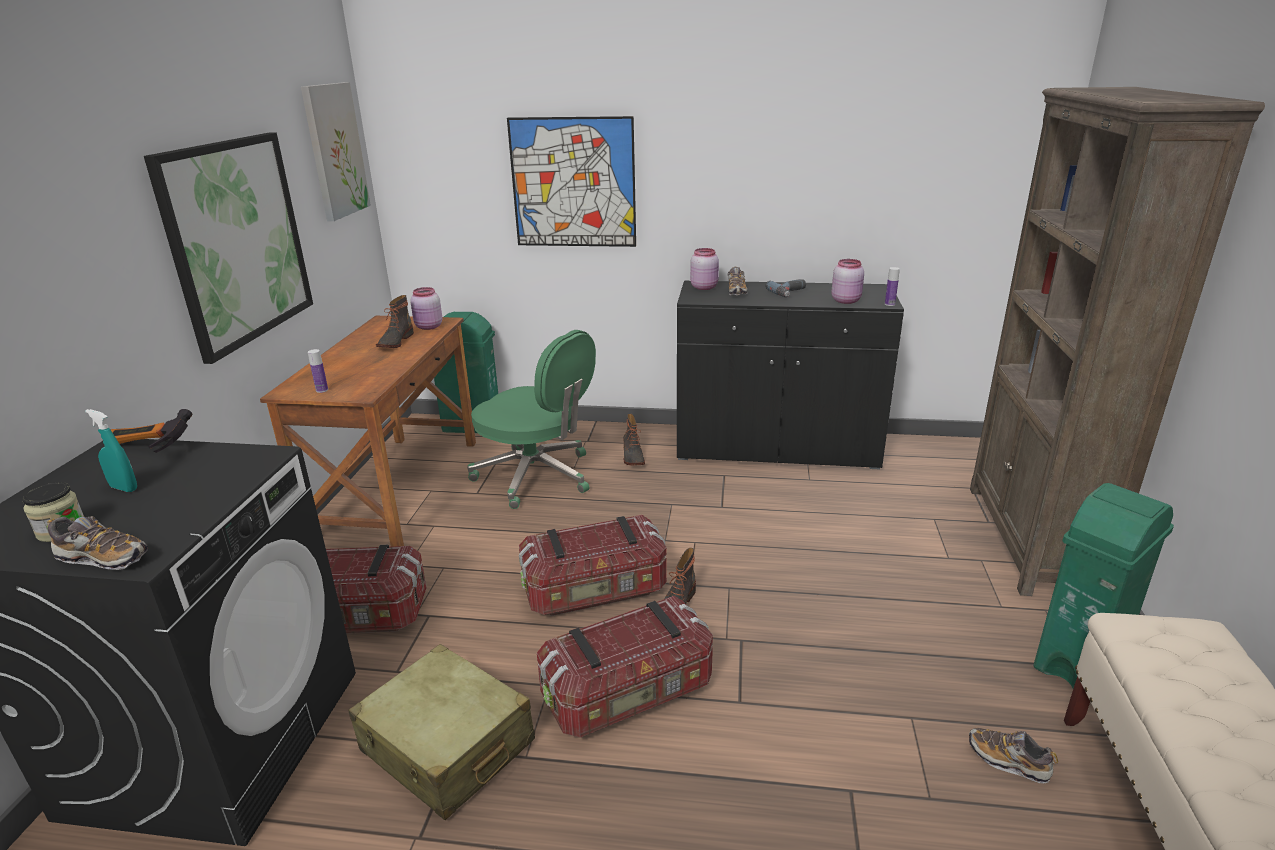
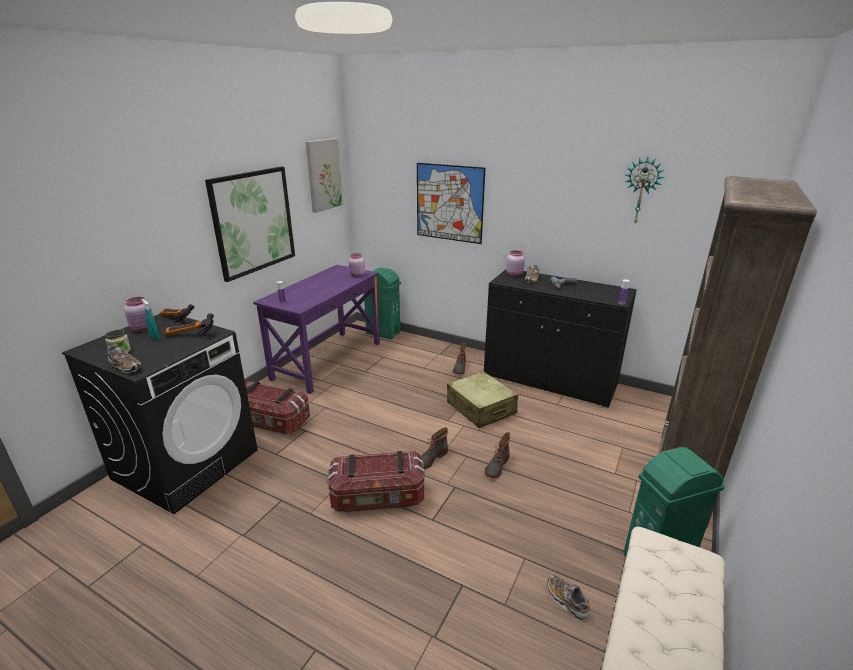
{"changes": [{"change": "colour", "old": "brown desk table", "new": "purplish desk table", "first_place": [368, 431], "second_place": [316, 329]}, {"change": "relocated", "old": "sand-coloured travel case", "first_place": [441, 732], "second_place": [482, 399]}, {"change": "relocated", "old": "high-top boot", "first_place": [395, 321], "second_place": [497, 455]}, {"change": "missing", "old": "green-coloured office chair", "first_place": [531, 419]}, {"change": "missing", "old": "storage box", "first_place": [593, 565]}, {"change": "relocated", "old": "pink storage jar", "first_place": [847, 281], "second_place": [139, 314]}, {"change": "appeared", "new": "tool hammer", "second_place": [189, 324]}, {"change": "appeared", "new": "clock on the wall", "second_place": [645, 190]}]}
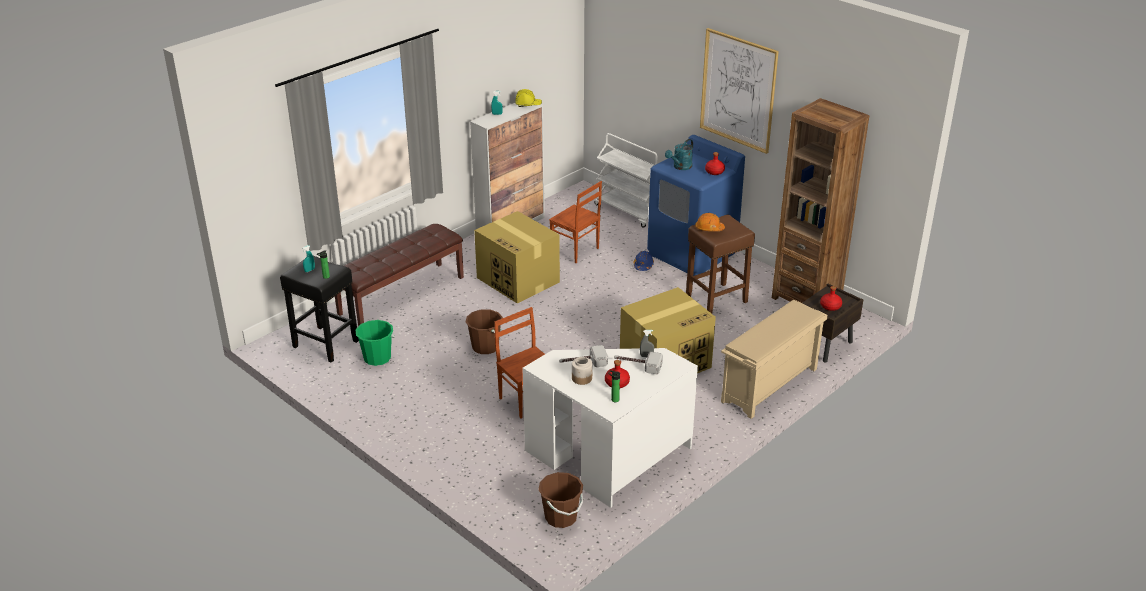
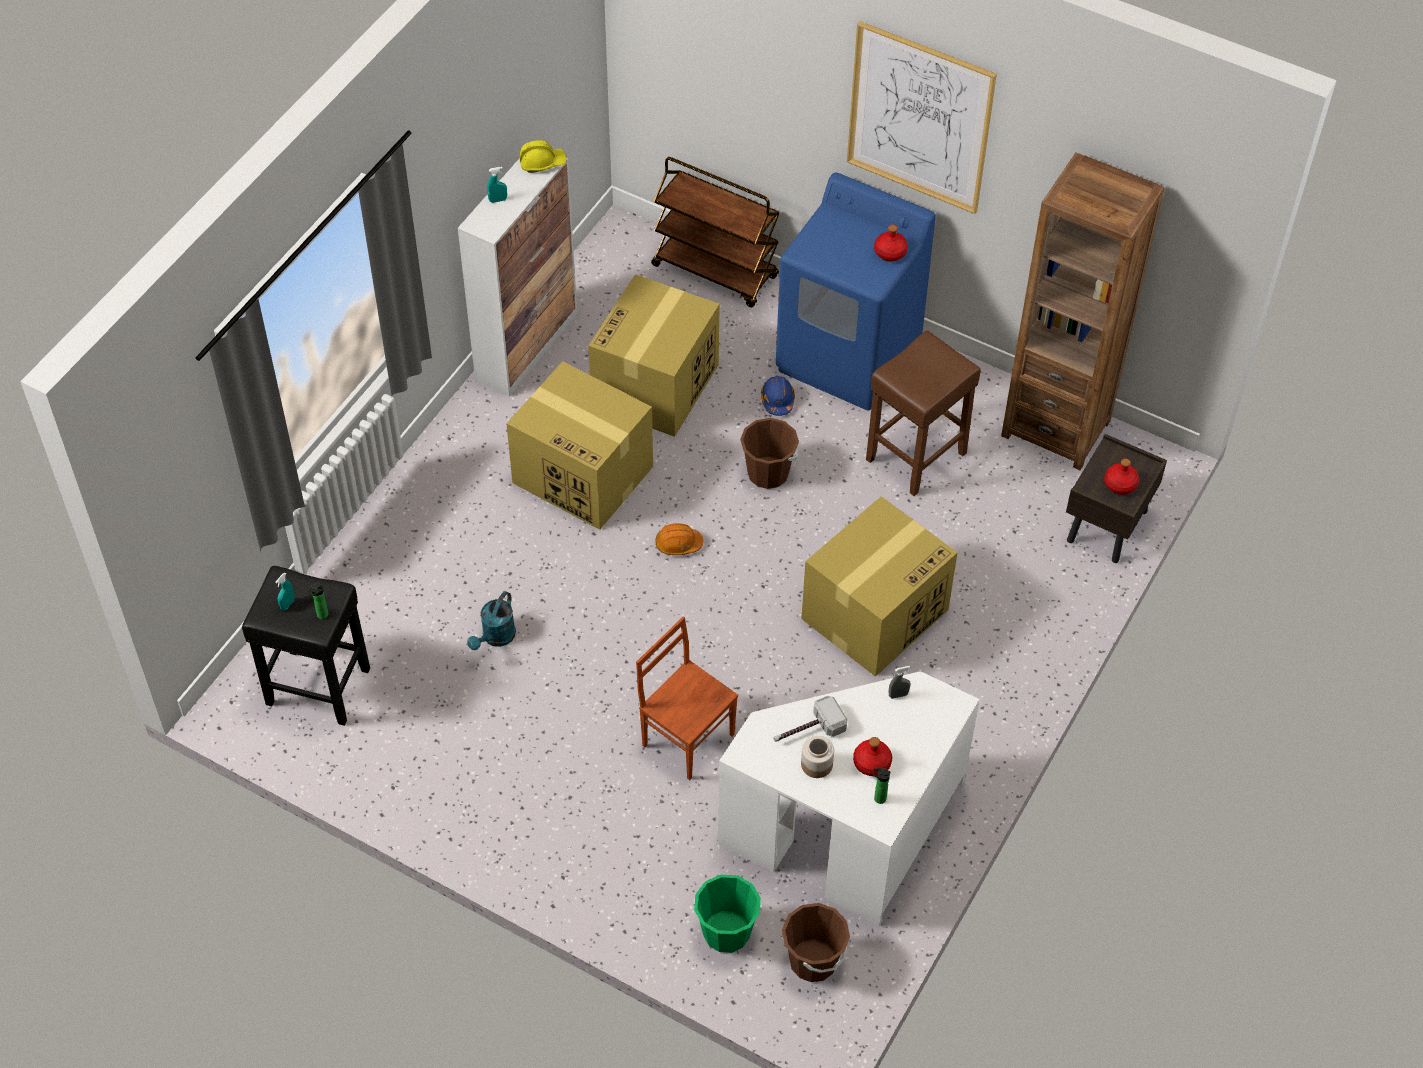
{"changes": [{"change": "missing", "old": "brown long seat", "first_place": [399, 275]}, {"change": "relocated", "old": "green-coloured water bucket", "first_place": [375, 343], "second_place": [727, 914]}, {"change": "relocated", "old": "brown water bucket", "first_place": [484, 331], "second_place": [769, 453]}, {"change": "exchanged", "old": "brown upright chair", "new": "cardboard box", "first_place": [575, 222], "second_place": [654, 355]}, {"change": "colour", "old": "whitish trolley", "new": "brown trolley", "first_place": [625, 180], "second_place": [715, 232]}, {"change": "missing", "old": "tool hammer", "first_place": [638, 363]}, {"change": "relocated", "old": "blue-green watering can", "first_place": [679, 154], "second_place": [491, 620]}, {"change": "relocated", "old": "orangey safety helmet", "first_place": [710, 222], "second_place": [679, 539]}, {"change": "missing", "old": "sand-coloured shoe shelf", "first_place": [774, 359]}]}
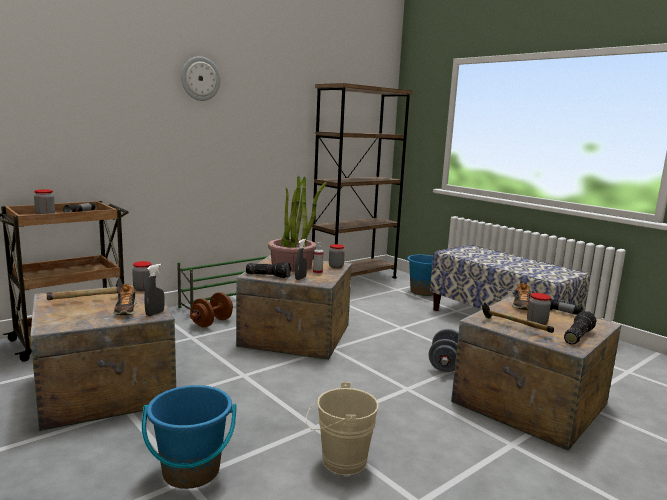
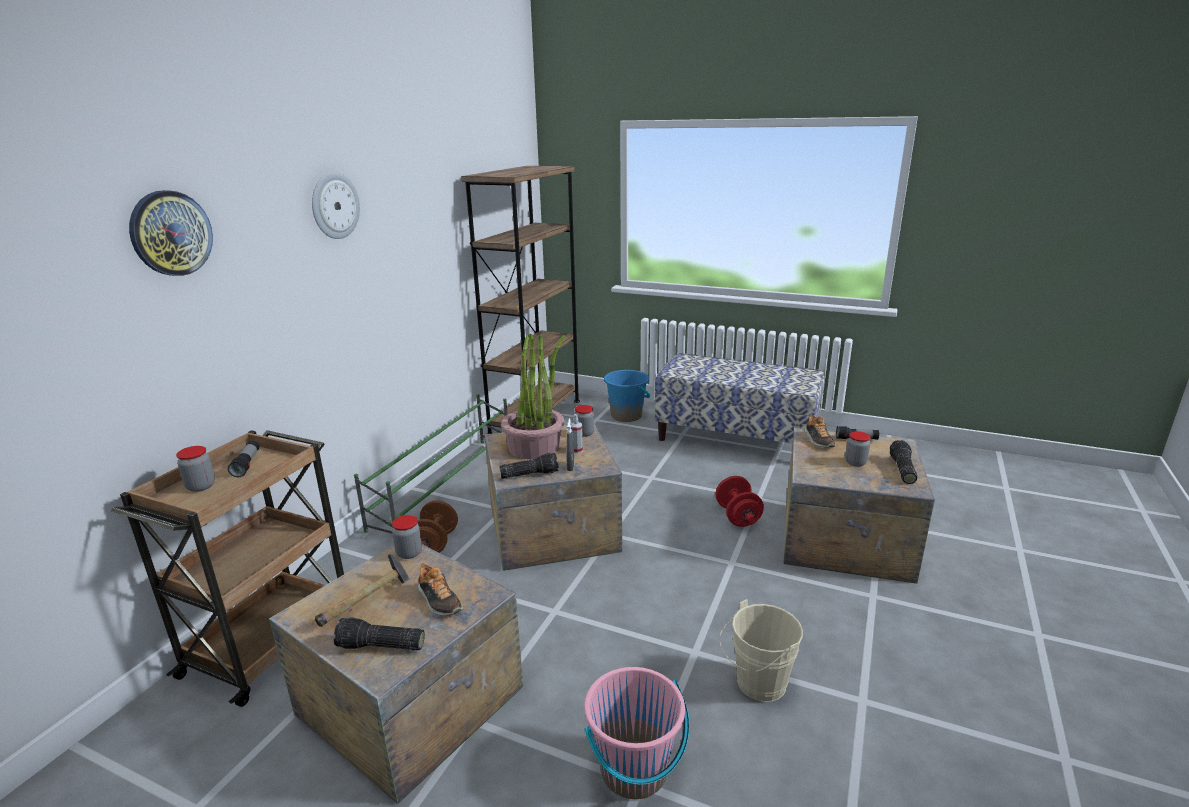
{"changes": [{"change": "colour", "old": "blue-coloured water bucket", "new": "pink water bucket", "first_place": [189, 437], "second_place": [636, 733]}, {"change": "missing", "old": "greyish spray bottle", "first_place": [154, 290]}, {"change": "colour", "old": "greyish hand weight", "new": "red hand weight", "first_place": [444, 350], "second_place": [739, 501]}, {"change": "missing", "old": "tool hammer", "first_place": [518, 317]}, {"change": "appeared", "new": "clock on the wall", "second_place": [171, 233]}, {"change": "appeared", "new": "flashlight", "second_place": [379, 634]}]}
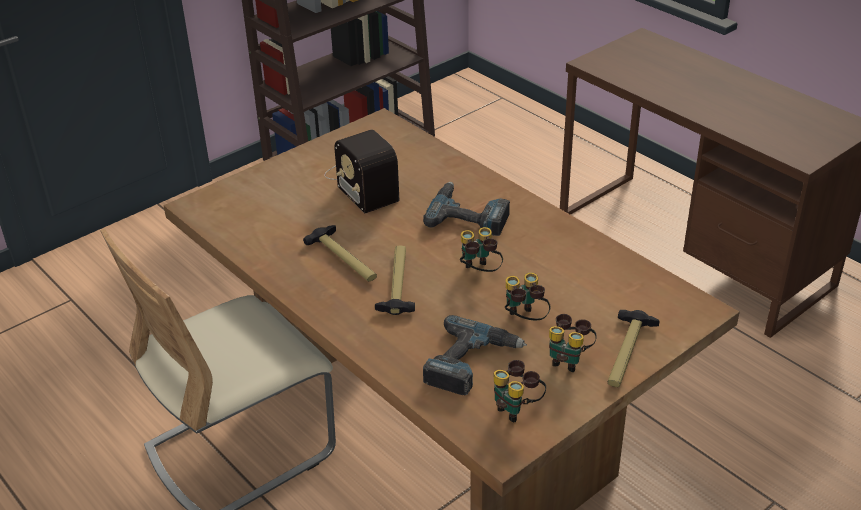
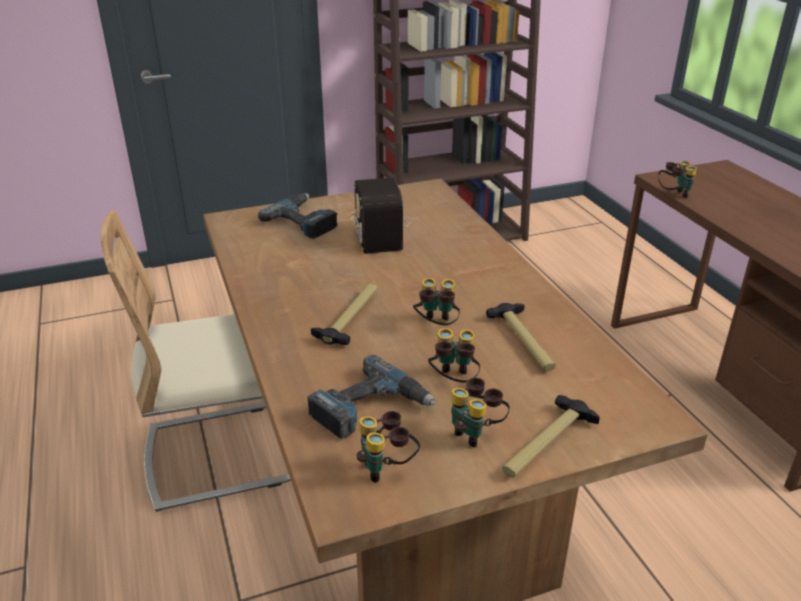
{"changes": [{"change": "relocated", "old": "tool hammer", "first_place": [340, 253], "second_place": [521, 337]}, {"change": "relocated", "old": "drill", "first_place": [466, 209], "second_place": [298, 216]}, {"change": "appeared", "new": "pair of binoculars", "second_place": [677, 179]}]}
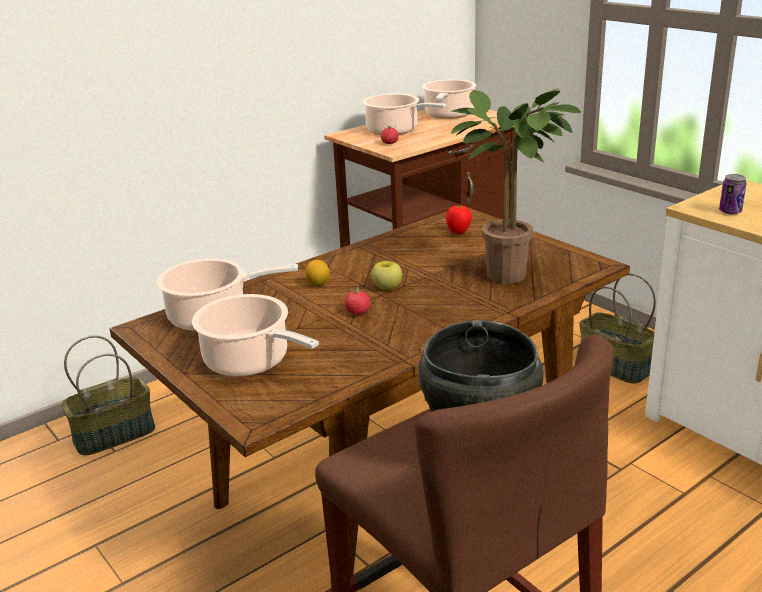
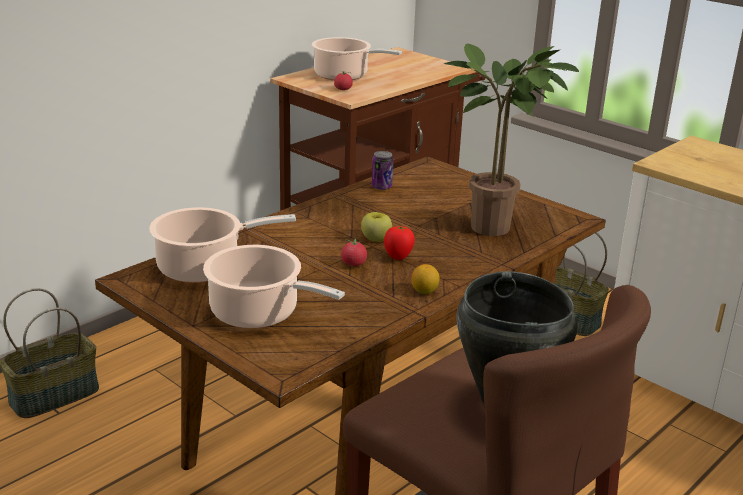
{"changes": [{"change": "relocated", "old": "whole lemon", "first_place": [317, 273], "second_place": [425, 279]}, {"change": "missing", "old": "cooking pot", "first_place": [449, 99]}, {"change": "relocated", "old": "tomato", "first_place": [459, 219], "second_place": [399, 243]}, {"change": "relocated", "old": "can", "first_place": [732, 194], "second_place": [382, 170]}]}
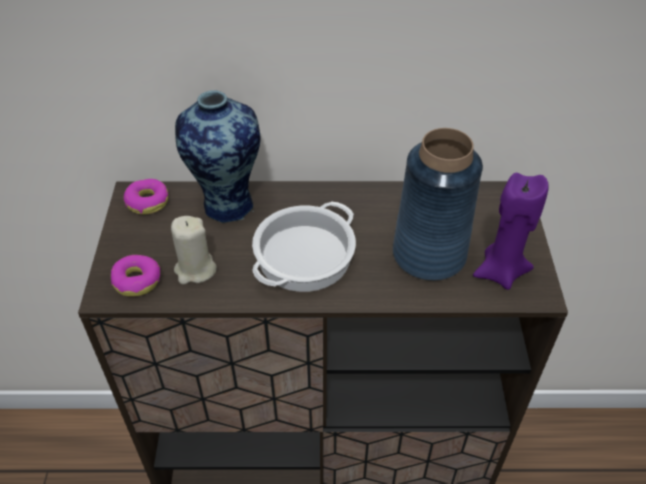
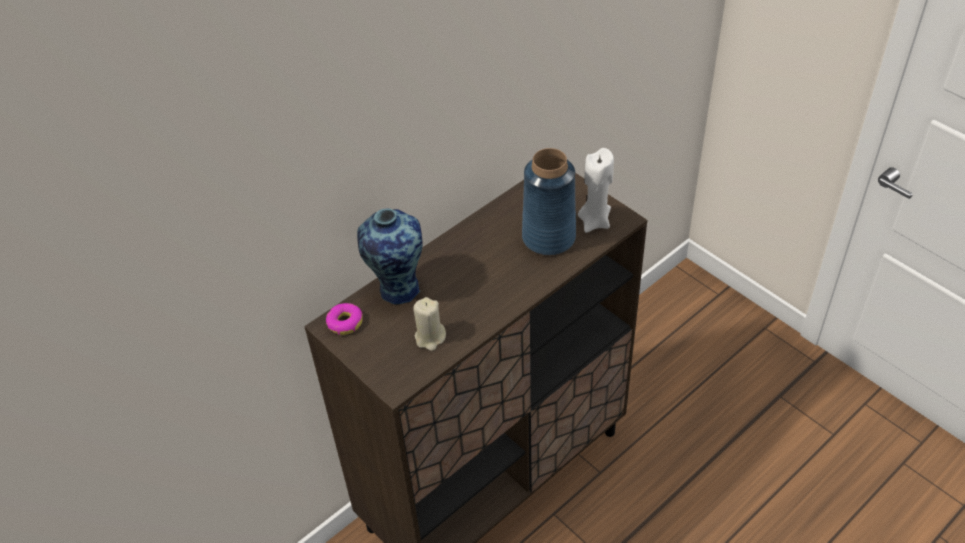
{"changes": [{"change": "missing", "old": "doughnut", "first_place": [135, 276]}, {"change": "missing", "old": "cooking pot", "first_place": [304, 247]}, {"change": "colour", "old": "purplish wax light", "new": "whitish wax light", "first_place": [511, 231], "second_place": [596, 190]}]}
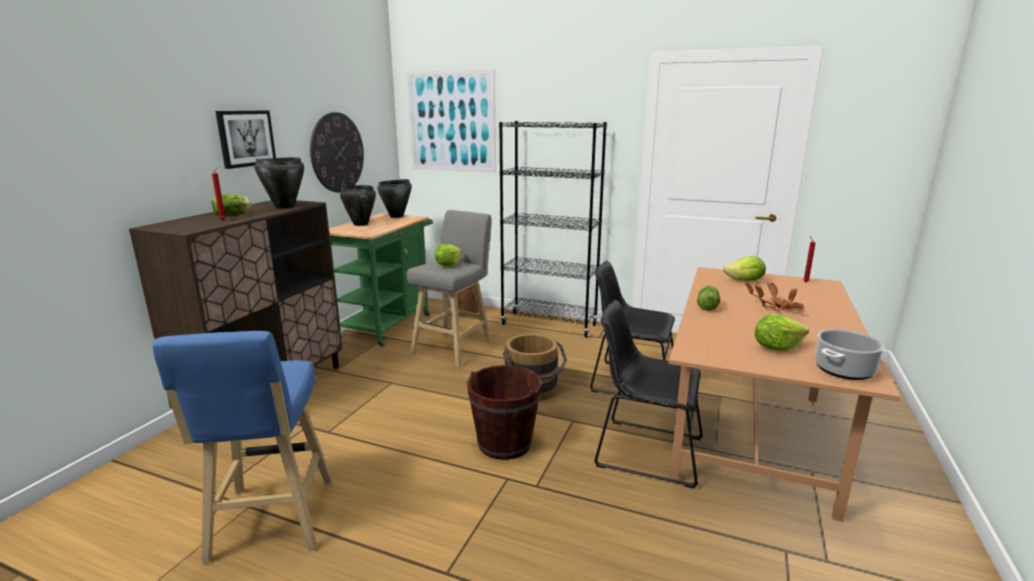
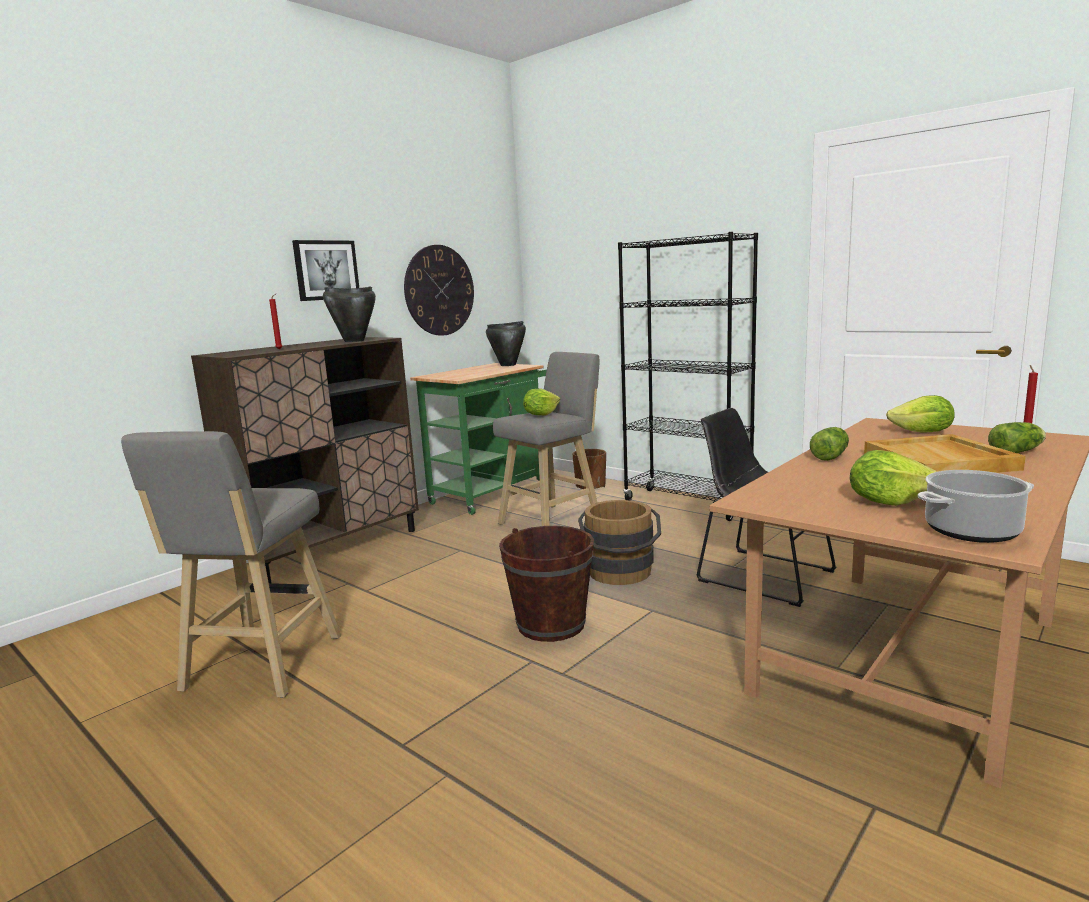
{"changes": [{"change": "colour", "old": "blue-coloured sitting stool", "new": "greyish sitting stool", "first_place": [242, 447], "second_place": [231, 564]}, {"change": "relocated", "old": "lettuce", "first_place": [232, 205], "second_place": [1017, 437]}, {"change": "missing", "old": "black cooking pot", "first_place": [358, 205]}, {"change": "missing", "old": "picture", "first_place": [451, 121]}, {"change": "missing", "old": "black upright chair", "first_place": [648, 394]}, {"change": "exchanged", "old": "plant in a pot", "new": "sand-coloured serving tray", "first_place": [774, 297], "second_place": [945, 453]}]}
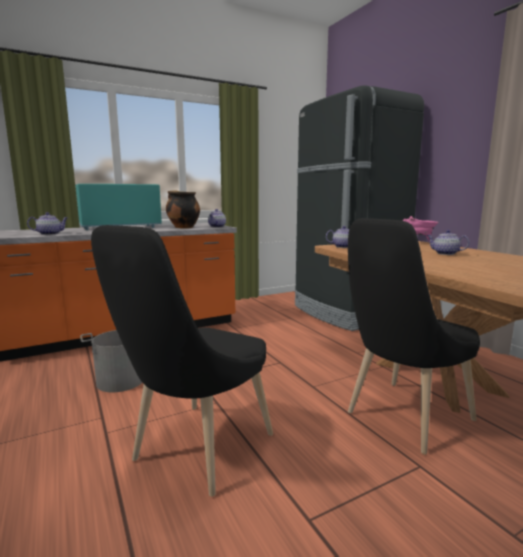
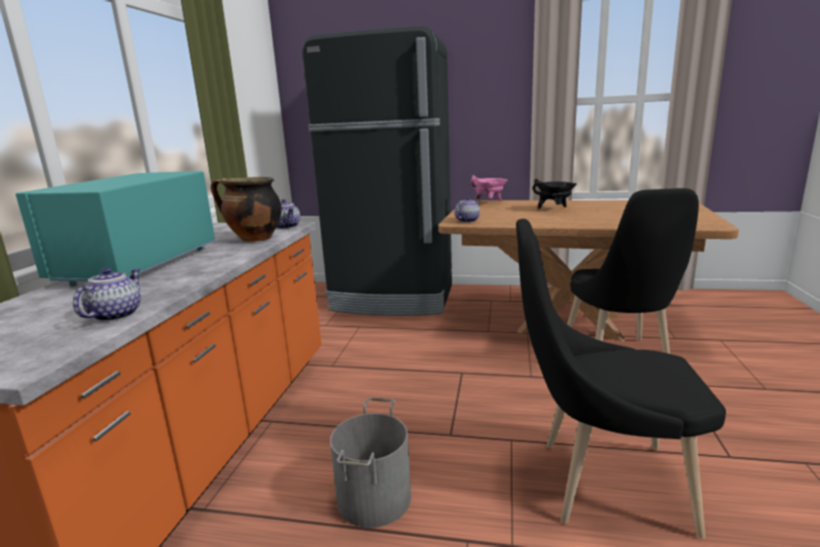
{"changes": [{"change": "spun", "old": "black upright chair", "first_place": [182, 361], "second_place": [621, 379], "degrees": 120}, {"change": "exchanged", "old": "teapot", "new": "black cooking pot", "first_place": [448, 242], "second_place": [555, 194]}]}
